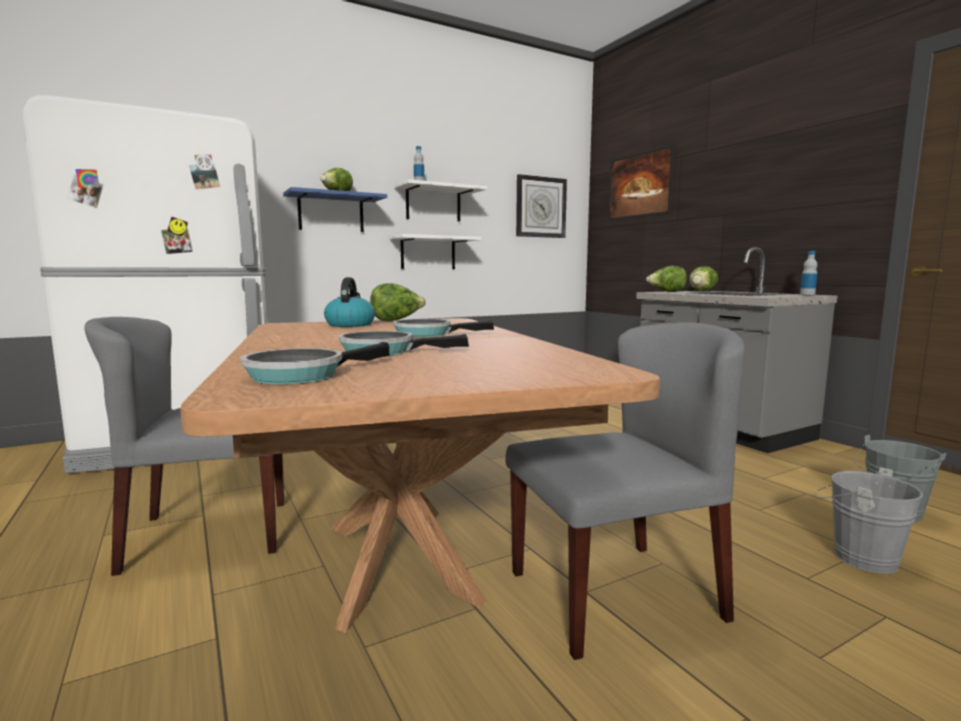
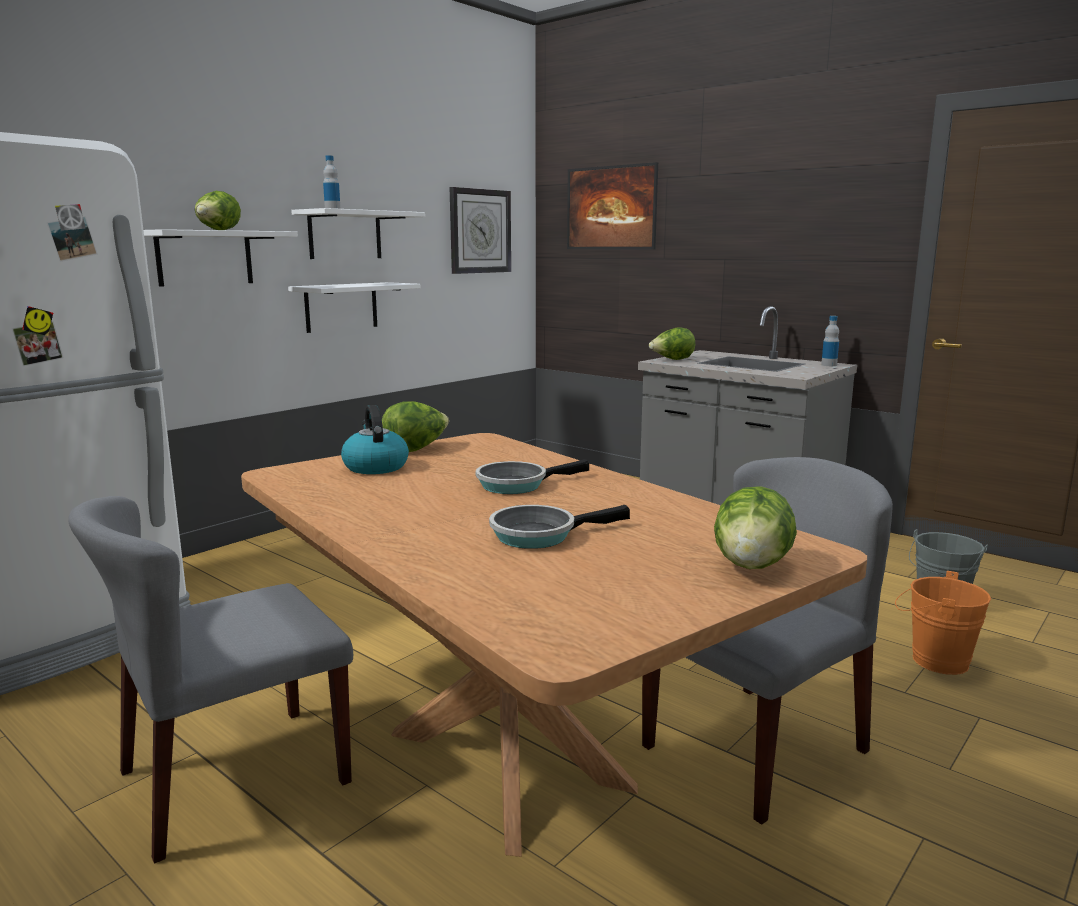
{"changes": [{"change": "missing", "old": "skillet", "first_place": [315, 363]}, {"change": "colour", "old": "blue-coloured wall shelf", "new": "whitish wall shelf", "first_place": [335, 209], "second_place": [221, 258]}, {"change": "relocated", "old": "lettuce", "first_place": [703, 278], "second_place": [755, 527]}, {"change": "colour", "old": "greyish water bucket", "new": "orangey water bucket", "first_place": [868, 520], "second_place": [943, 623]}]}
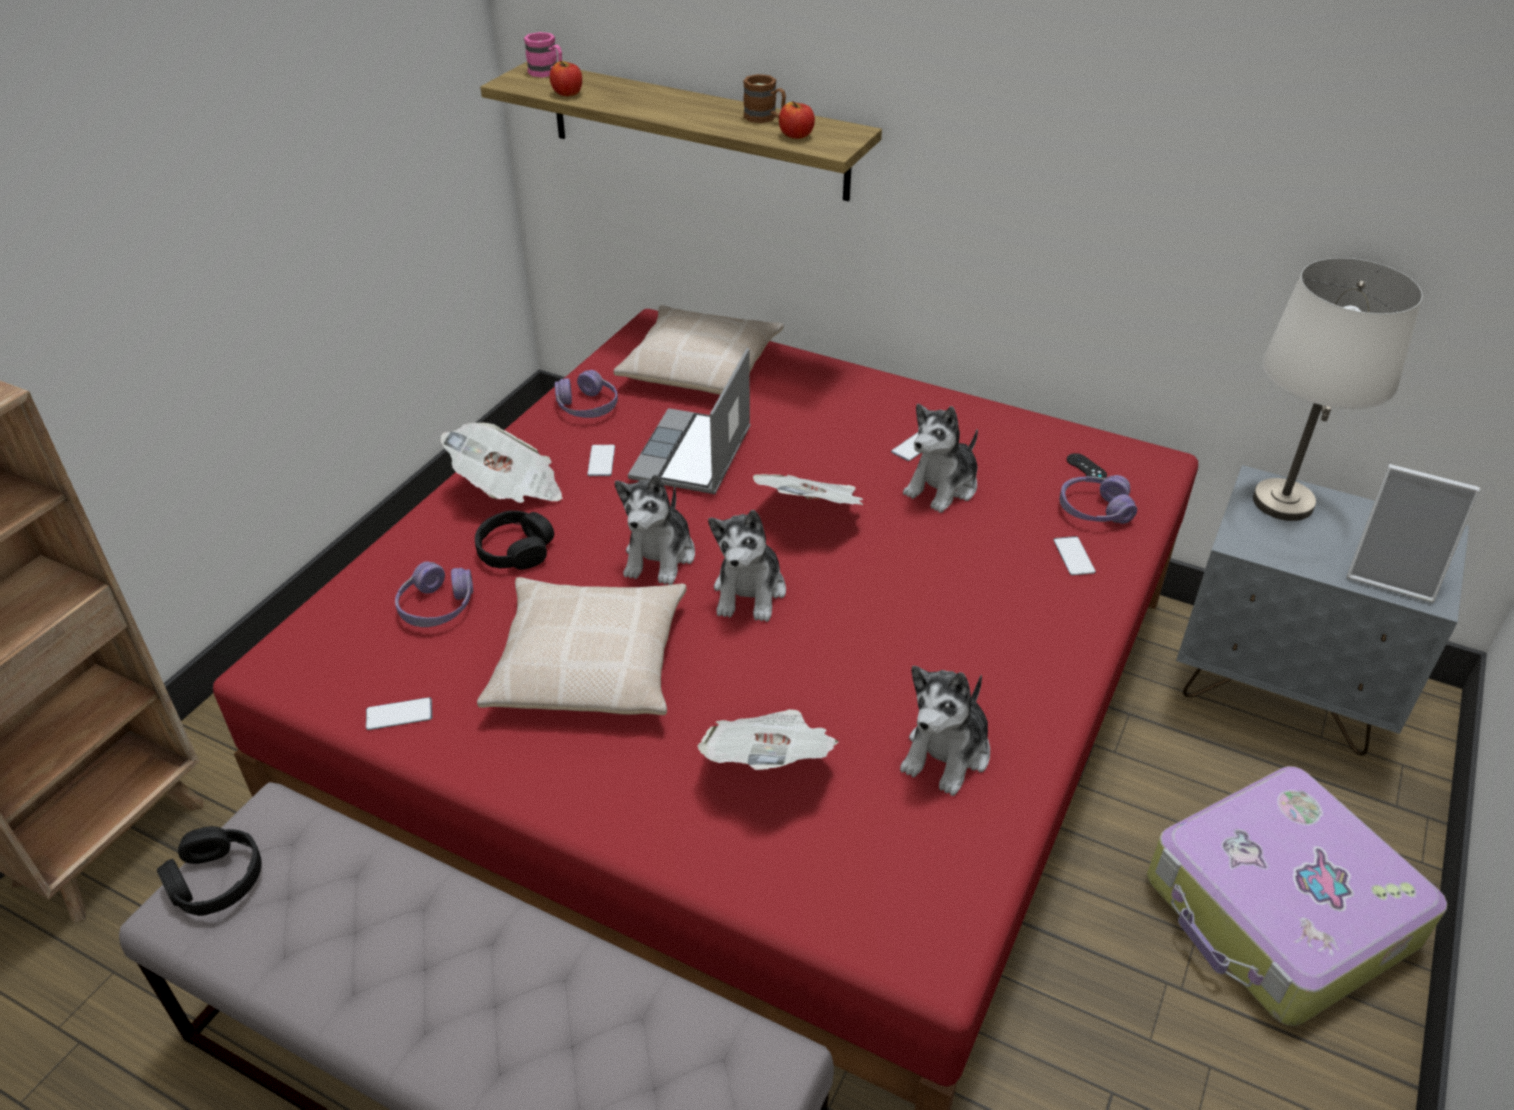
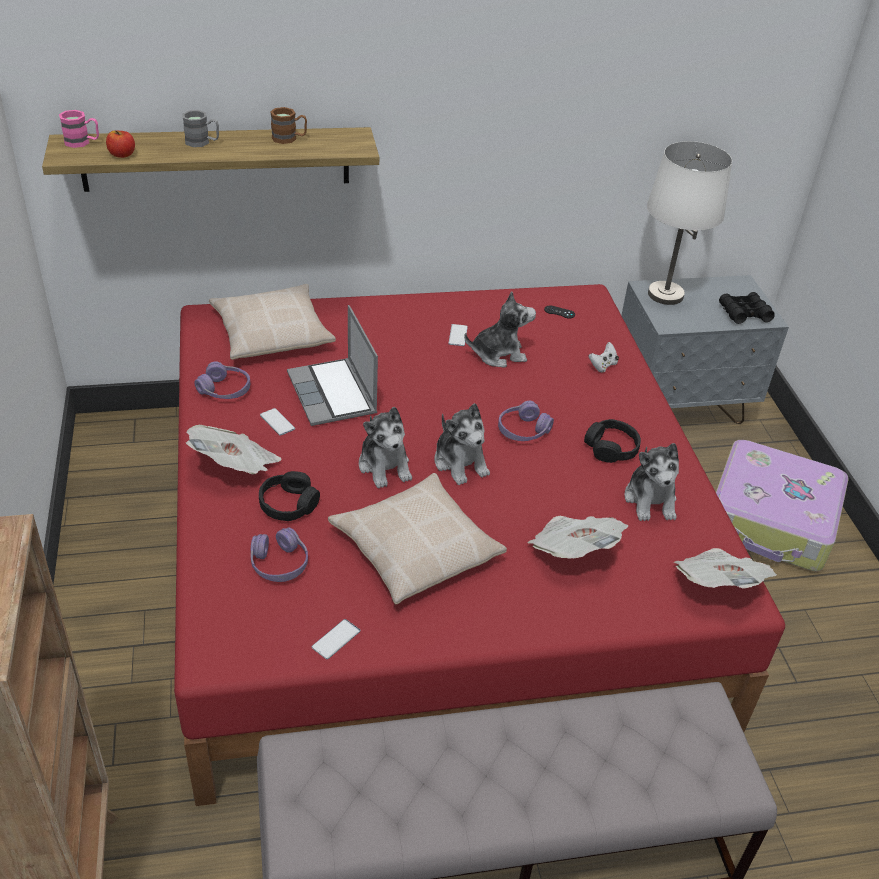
{"changes": [{"change": "relocated", "old": "black headset", "first_place": [209, 871], "second_place": [612, 441]}, {"change": "relocated", "old": "printed paper", "first_place": [808, 489], "second_place": [725, 568]}, {"change": "missing", "old": "whole apple", "first_place": [797, 120]}, {"change": "spun", "old": "soft toy", "first_place": [940, 458], "second_place": [500, 330], "degrees": -105}, {"change": "exchanged", "old": "handset", "new": "whitish game controller", "first_place": [1075, 555], "second_place": [604, 357]}, {"change": "relocated", "old": "purplish headset", "first_place": [1098, 499], "second_place": [526, 421]}, {"change": "exchanged", "old": "standing frame", "new": "black pair of binoculars", "first_place": [1413, 533], "second_place": [747, 308]}, {"change": "appeared", "new": "greyish mug", "second_place": [200, 128]}]}
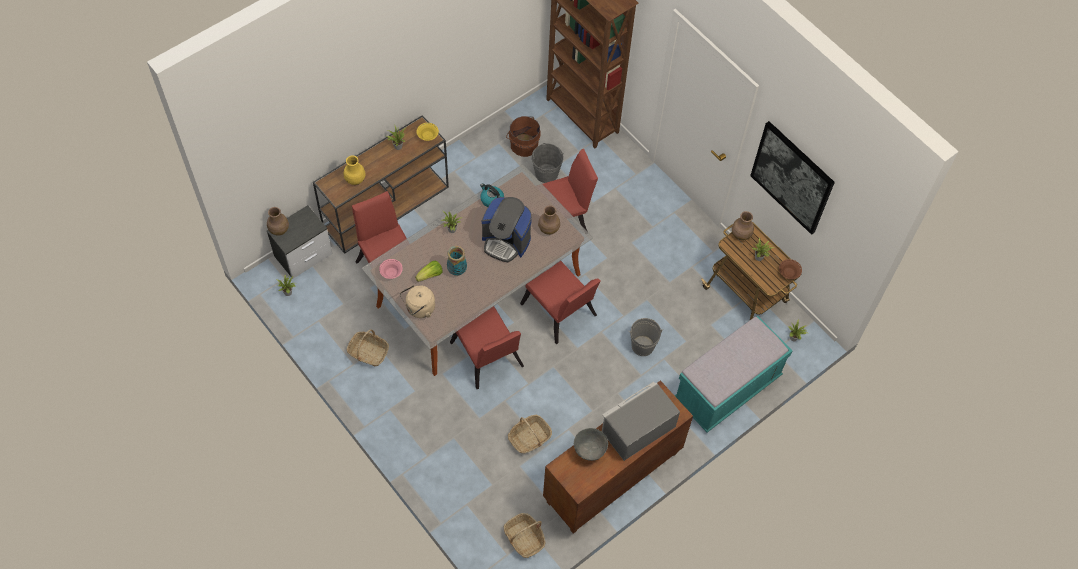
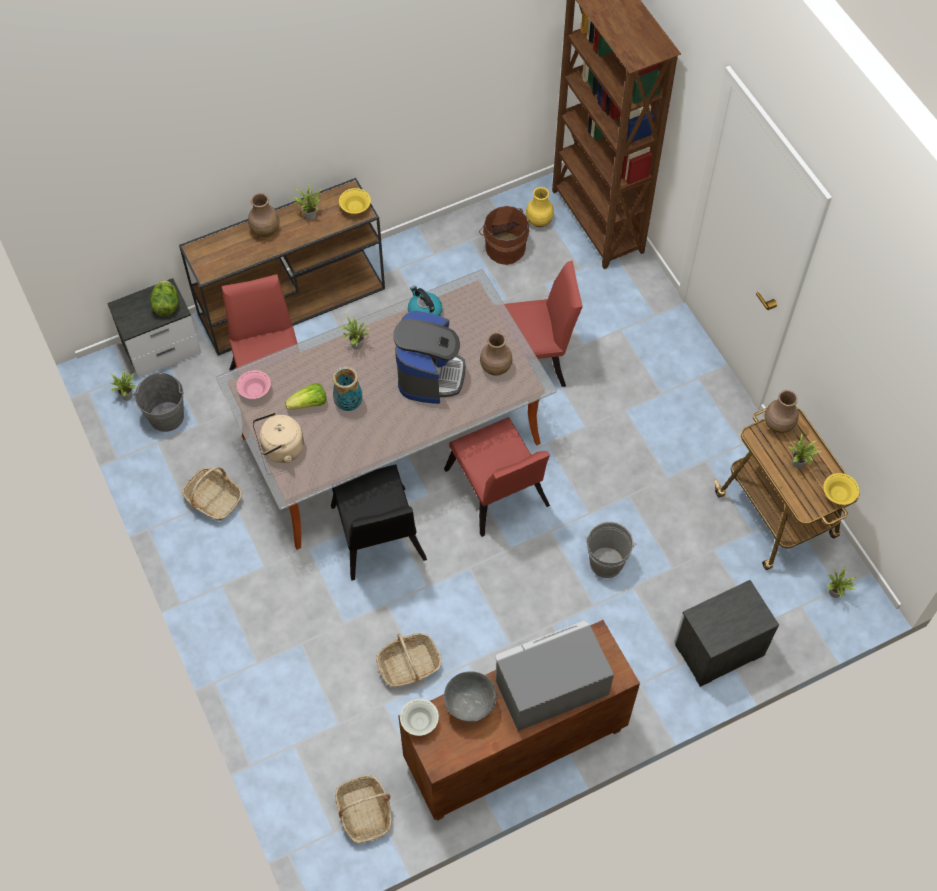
{"changes": [{"change": "relocated", "old": "brown decorative vase", "first_place": [278, 221], "second_place": [264, 215]}, {"change": "relocated", "old": "yellow-coloured decorative vase", "first_place": [355, 170], "second_place": [540, 207]}, {"change": "colour", "old": "red upright chair", "new": "black upright chair", "first_place": [487, 347], "second_place": [379, 522]}, {"change": "spun", "old": "coffee maker", "first_place": [507, 229], "second_place": [429, 357], "degrees": -120}, {"change": "relocated", "old": "greyish water bucket", "first_place": [548, 163], "second_place": [158, 402]}, {"change": "exchanged", "old": "blue-green long seat", "new": "night table", "first_place": [733, 374], "second_place": [726, 633]}, {"change": "missing", "old": "picture", "first_place": [792, 178]}, {"change": "colour", "old": "brown serving bowl", "new": "yellow-coloured serving bowl", "first_place": [790, 269], "second_place": [841, 489]}, {"change": "appeared", "new": "lettuce", "second_place": [164, 298]}, {"change": "appeared", "new": "whitish serving bowl", "second_place": [419, 717]}]}
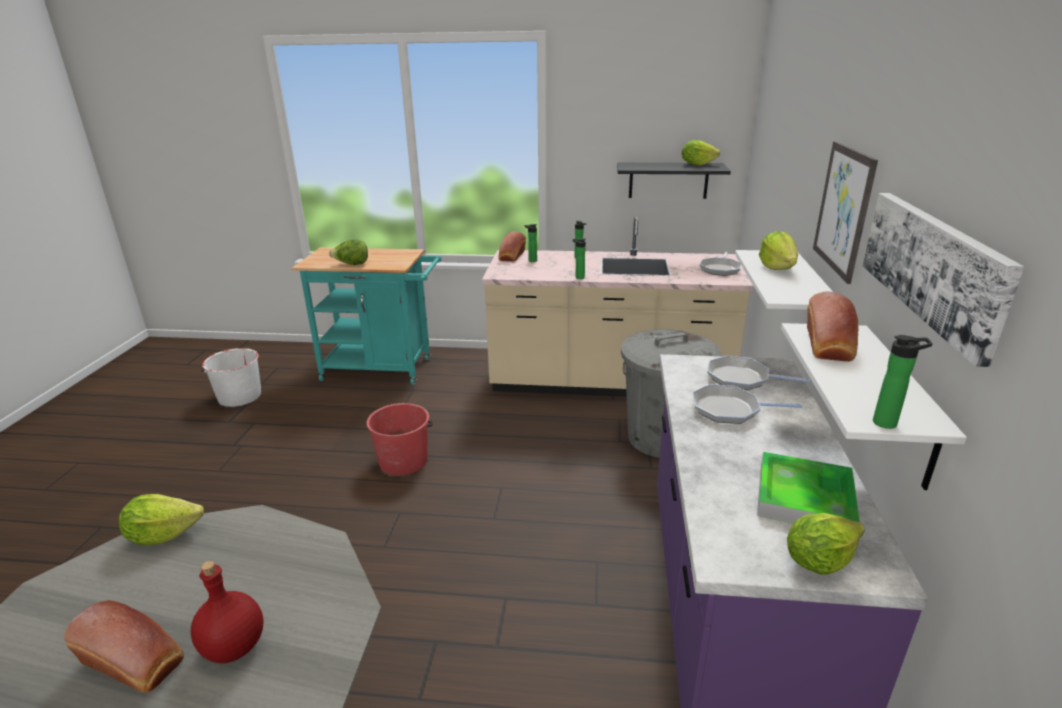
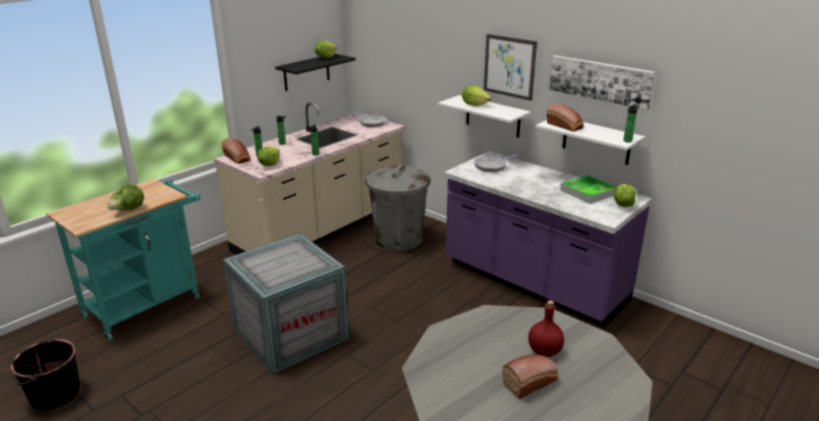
{"changes": [{"change": "relocated", "old": "lettuce", "first_place": [161, 519], "second_place": [268, 156]}, {"change": "colour", "old": "whitish water bucket", "new": "black water bucket", "first_place": [231, 377], "second_place": [45, 374]}, {"change": "exchanged", "old": "red water bucket", "new": "shipping crate", "first_place": [399, 439], "second_place": [286, 304]}, {"change": "missing", "old": "skillet", "first_place": [747, 404]}]}
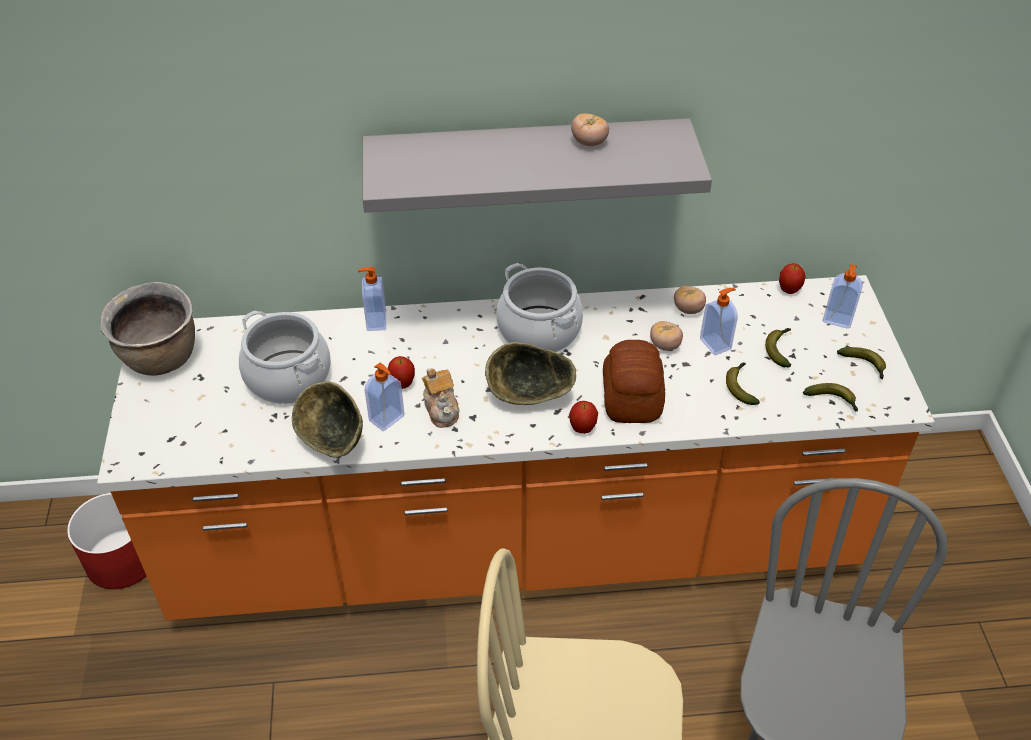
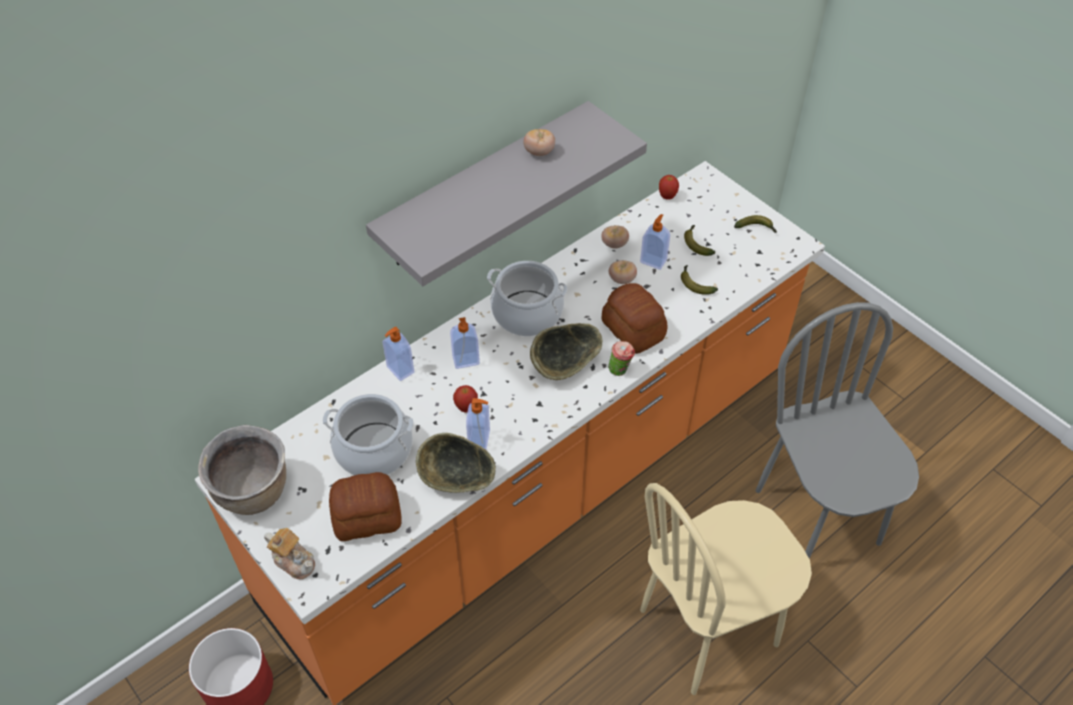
{"changes": [{"change": "relocated", "old": "teapot", "first_place": [441, 398], "second_place": [289, 554]}, {"change": "exchanged", "old": "whole apple", "new": "cup", "first_place": [583, 417], "second_place": [621, 358]}, {"change": "missing", "old": "whole banana", "first_place": [830, 397]}, {"change": "relocated", "old": "soap dispenser", "first_place": [843, 296], "second_place": [465, 343]}, {"change": "appeared", "new": "bread", "second_place": [365, 506]}]}
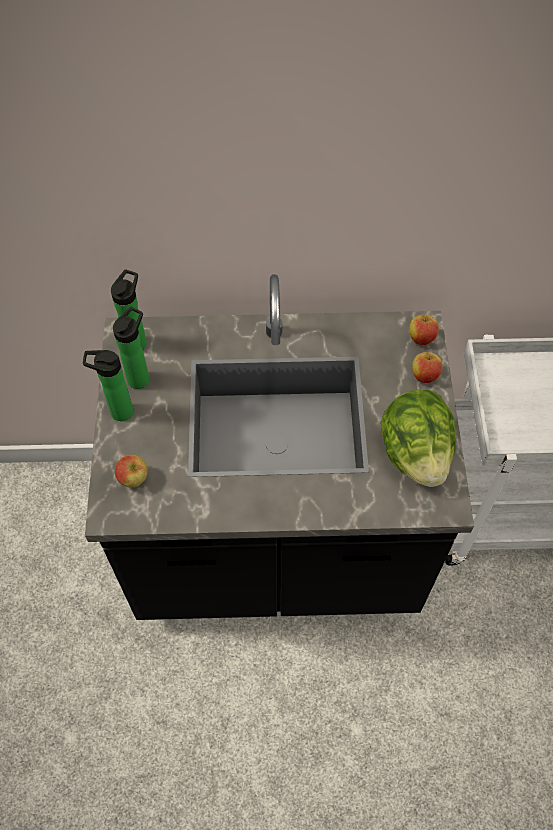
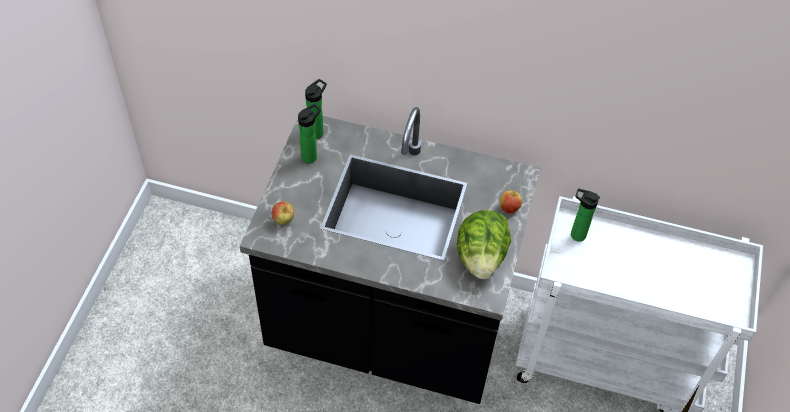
{"changes": [{"change": "relocated", "old": "beverage bottle", "first_place": [108, 385], "second_place": [585, 215]}, {"change": "missing", "old": "whole apple", "first_place": [424, 328]}]}
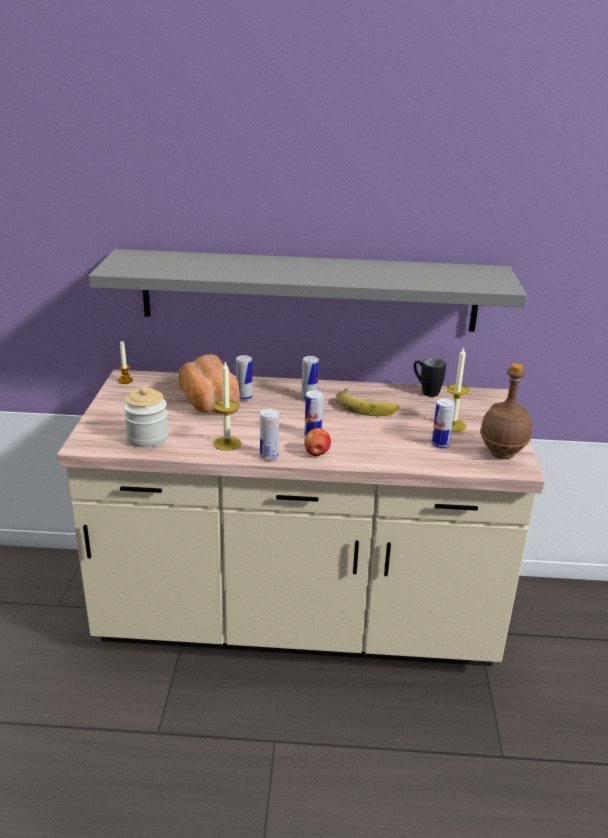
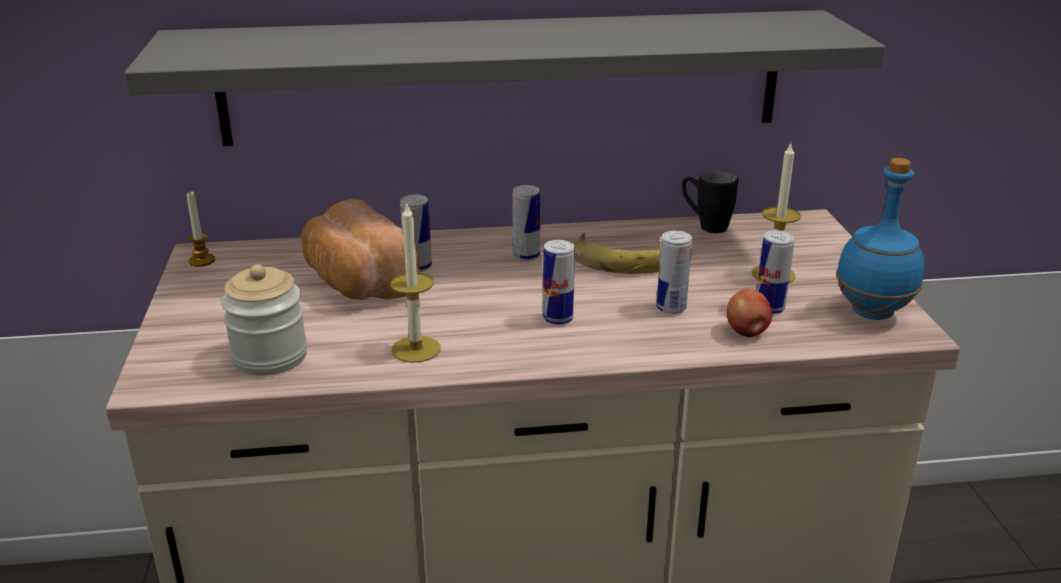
{"changes": [{"change": "relocated", "old": "can", "first_place": [269, 434], "second_place": [674, 272]}, {"change": "relocated", "old": "whole apple", "first_place": [317, 442], "second_place": [749, 313]}, {"change": "colour", "old": "brown beverage bottle", "new": "blue-coloured beverage bottle", "first_place": [506, 411], "second_place": [880, 239]}]}
